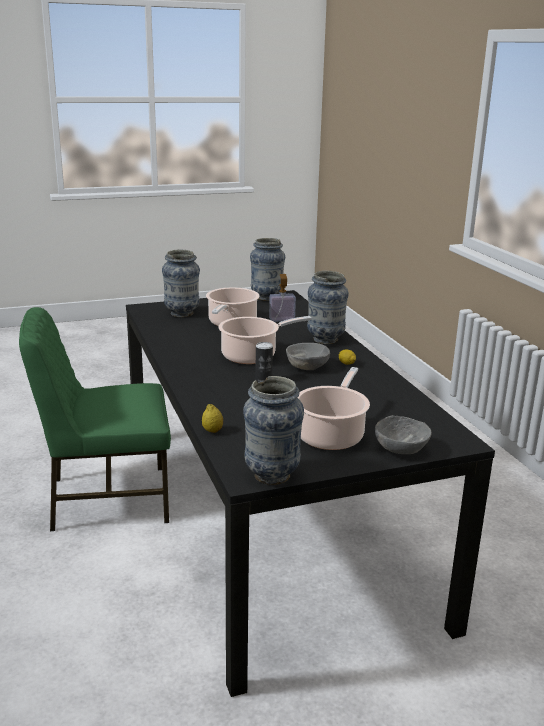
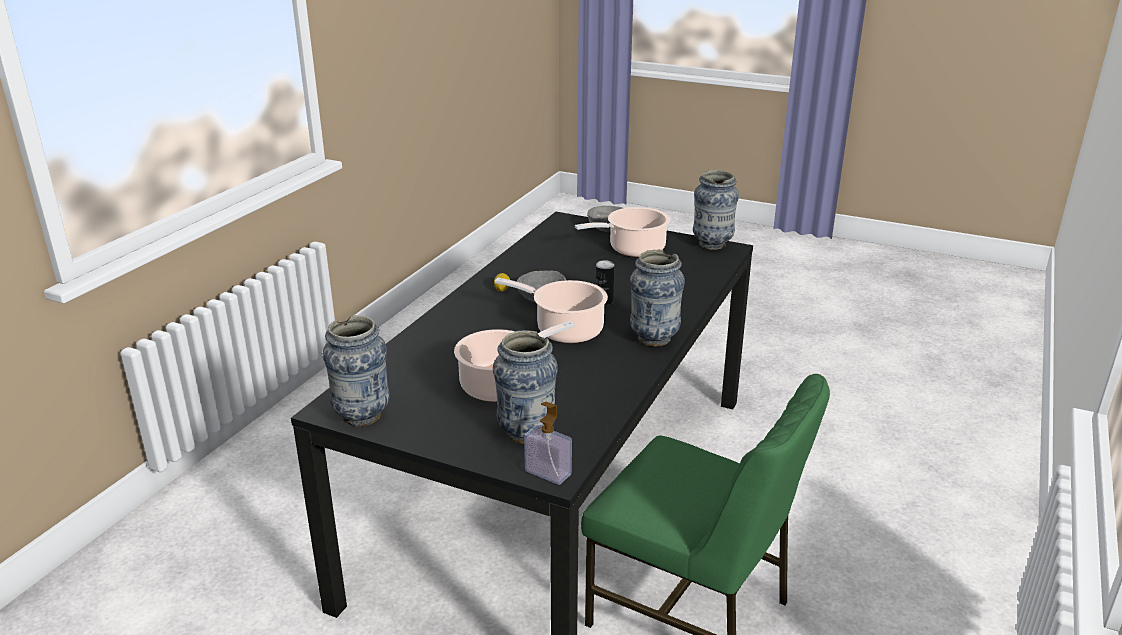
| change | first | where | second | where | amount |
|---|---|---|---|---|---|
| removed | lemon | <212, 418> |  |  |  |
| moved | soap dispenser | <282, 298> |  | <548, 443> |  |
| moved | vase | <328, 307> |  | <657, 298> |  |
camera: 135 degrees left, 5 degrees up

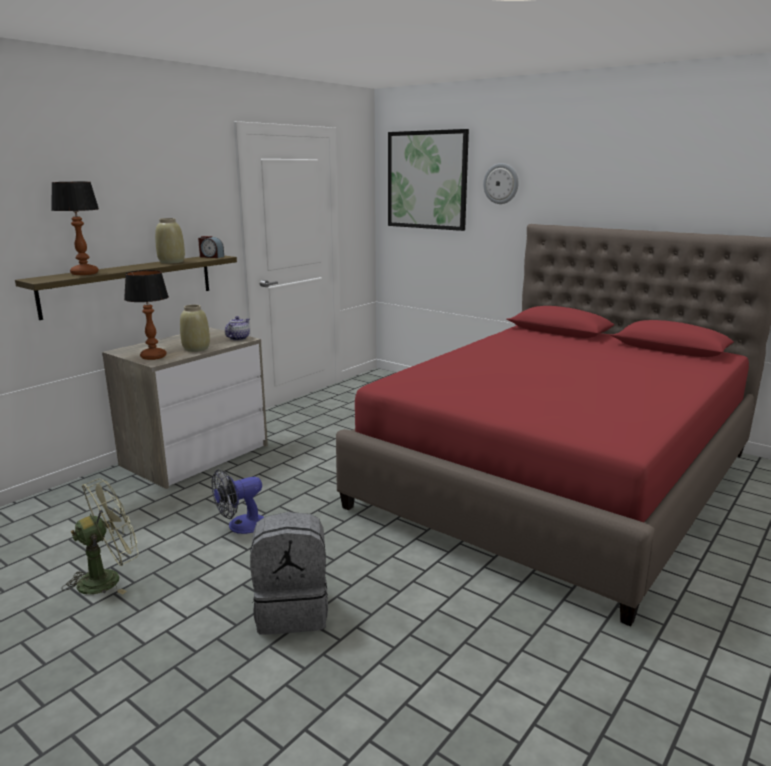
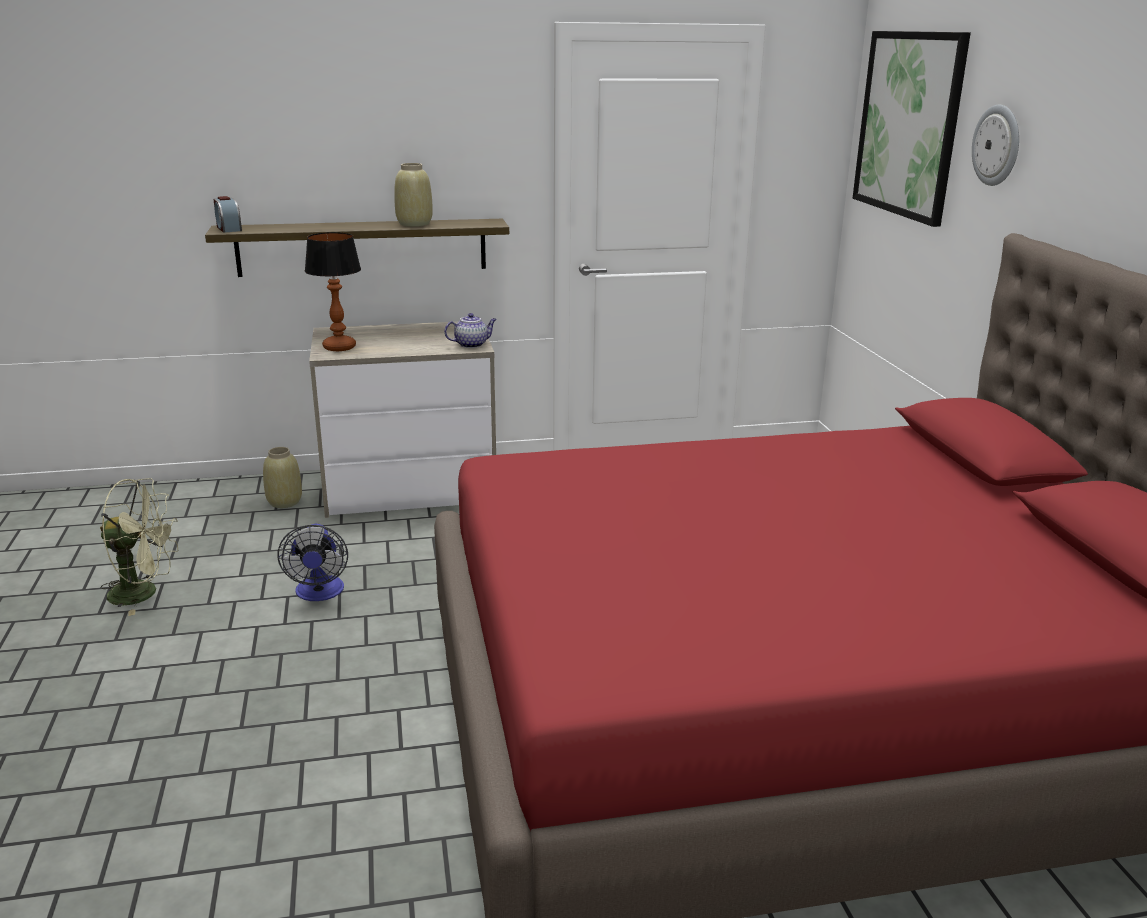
| change | first | where | second | where | amount |
|---|---|---|---|---|---|
| removed | lamp for a table | <75, 228> |  |  |  |
| removed | greyish backpack | <289, 573> |  |  |  |
| moved | beige vase | <195, 328> |  | <282, 477> |  |
| moved | bedside clock | <211, 247> |  | <227, 214> |  |
| turned | fan | <238, 501> |  | <313, 562> | 105 degrees counterclockwise |
camera: 40 degrees right, 5 degrees up

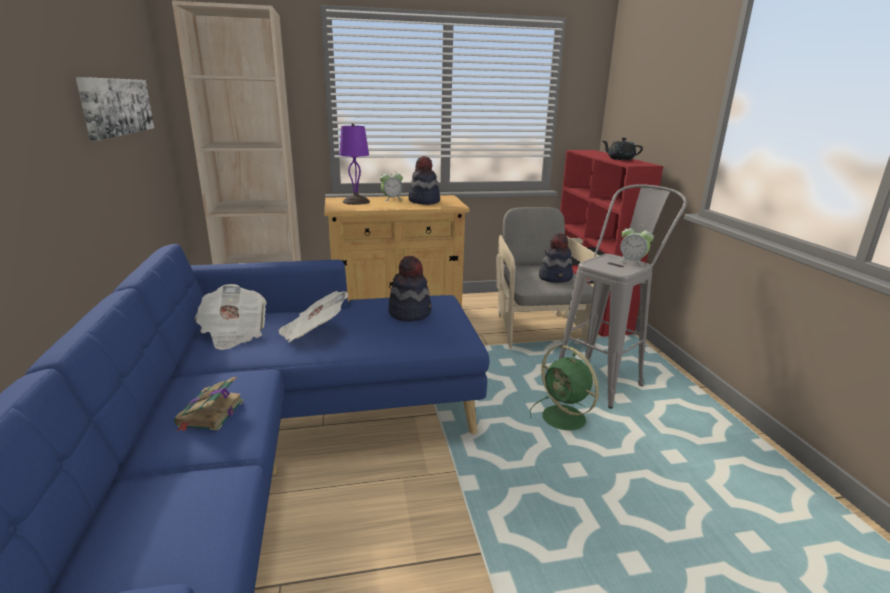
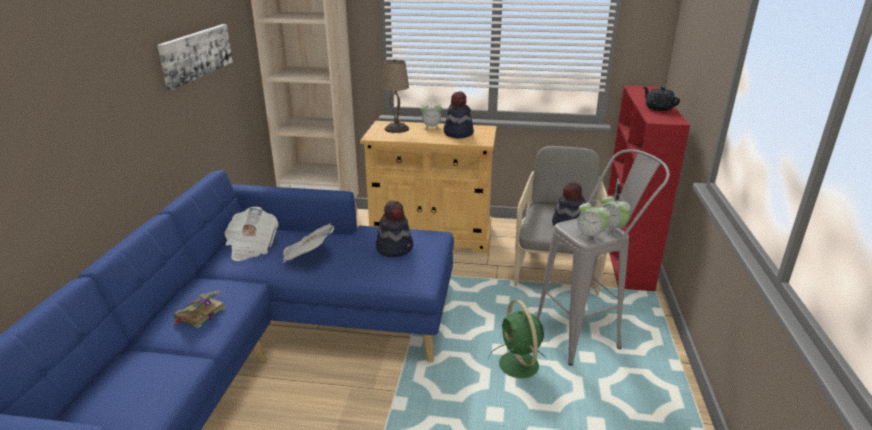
| change | first | where | second | where | amount |
|---|---|---|---|---|---|
| added |  |  | bedside clock | <592, 221> |  |
| recoloured | purplish lamp for a table | <354, 164> | beige lamp for a table | <395, 96> |  |
camera: 20 degrees right, 5 degrees up

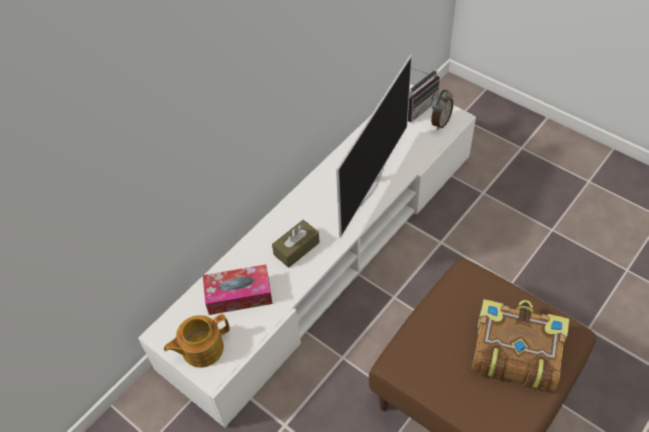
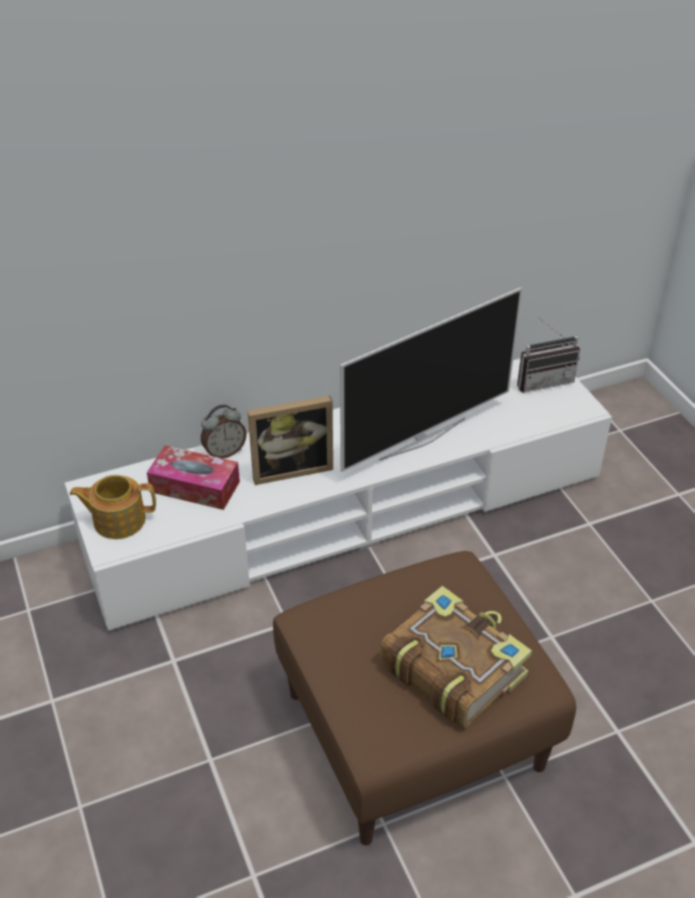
| change | first | where | second | where | amount |
|---|---|---|---|---|---|
| moved | bedside clock | <442, 110> |  | <224, 431> |  |
| replaced | brownish box of tissues | <296, 244> | picture frame | <290, 440> |  |
camera: 25 degrees right, 10 degrees down

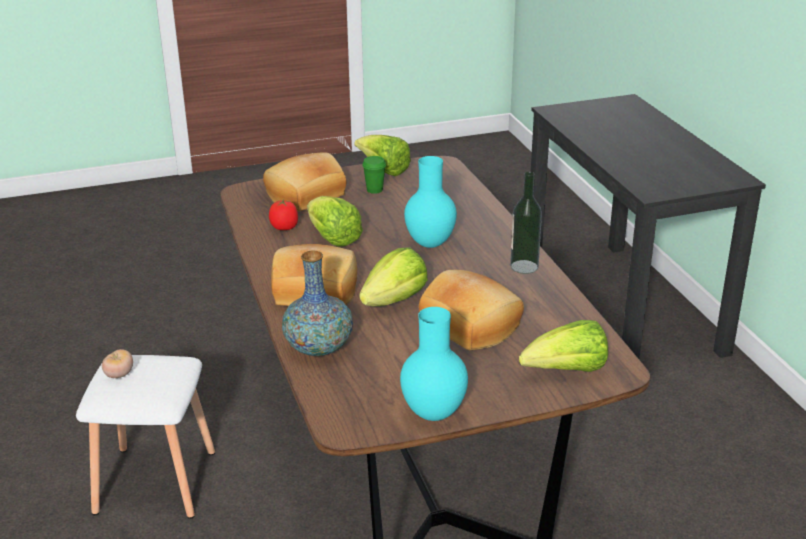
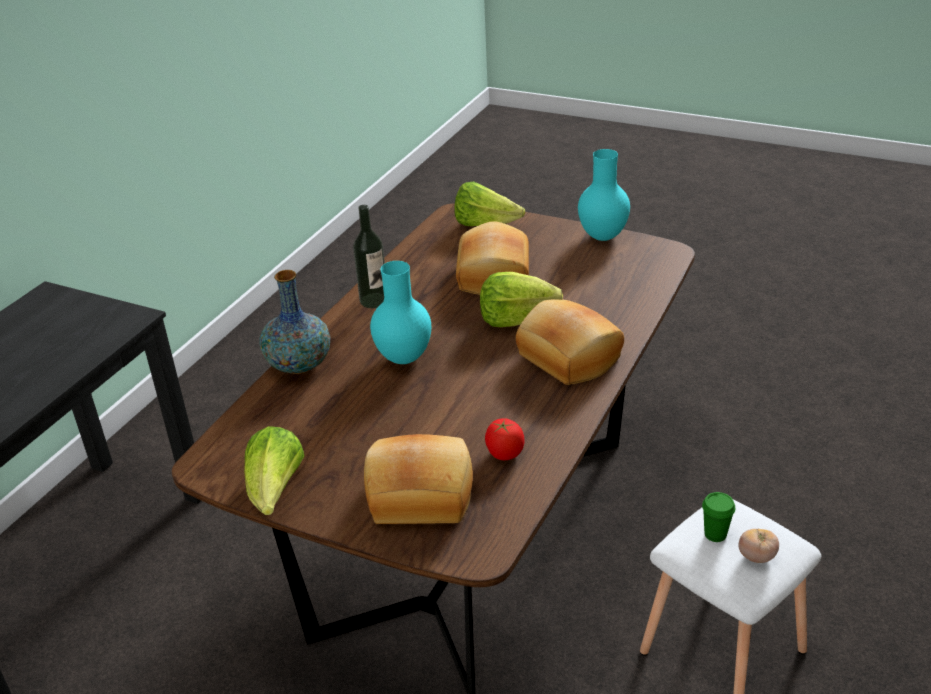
| change | first | where | second | where | amount |
|---|---|---|---|---|---|
| removed | lettuce | <335, 221> |  |  |  |
| moved | vase | <317, 303> |  | <294, 322> |  |
| moved | green drinking cup | <374, 175> |  | <718, 517> |  |
camera: 135 degrees left, 5 degrees up

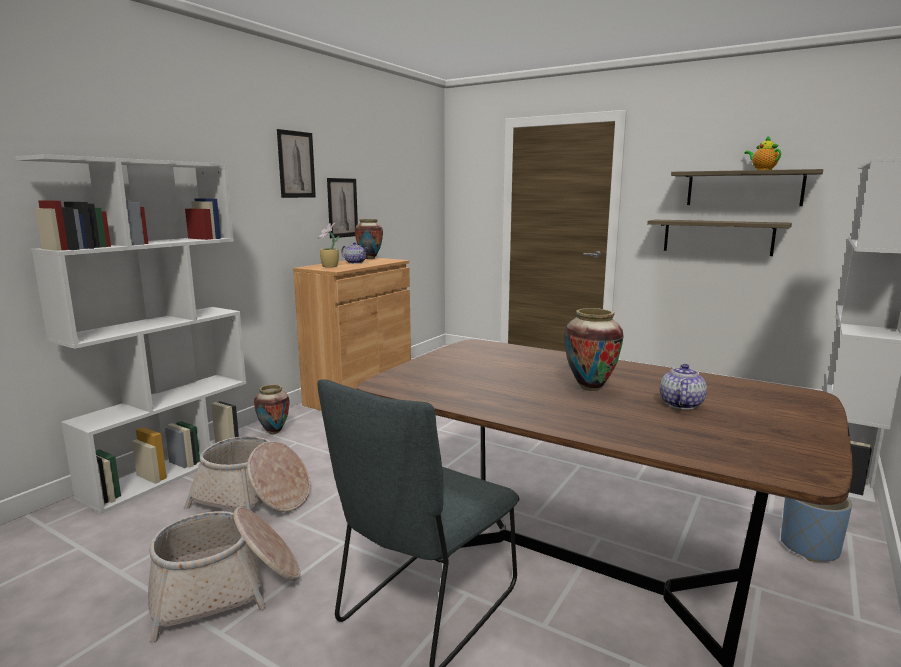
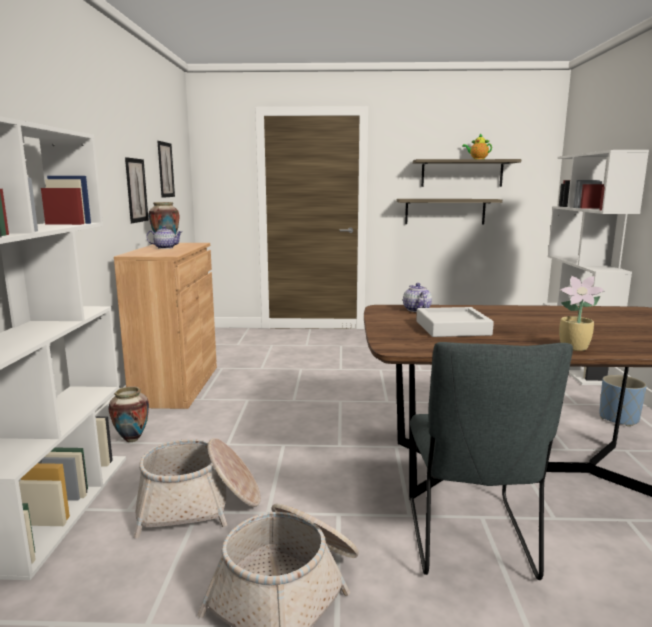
| change | first | where | second | where | amount |
|---|---|---|---|---|---|
| removed | vase | <594, 349> |  |  |  |
| added |  |  | greyish serving tray | <455, 322> |  |
| moved | wall art | <296, 163> |  | <166, 169> |  |
| moved | potted plant | <329, 245> |  | <582, 313> |  |
| moved | pot for tea | <683, 386> |  | <417, 297> |  |
camera: 30 degrees left, 0 degrees up

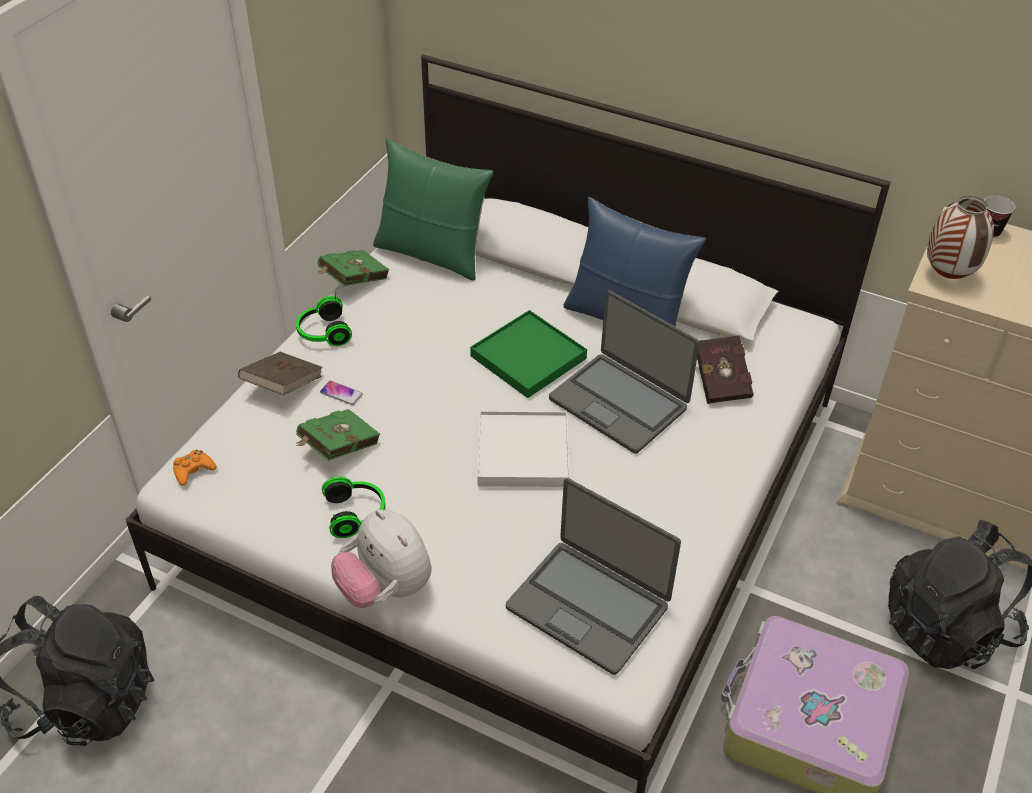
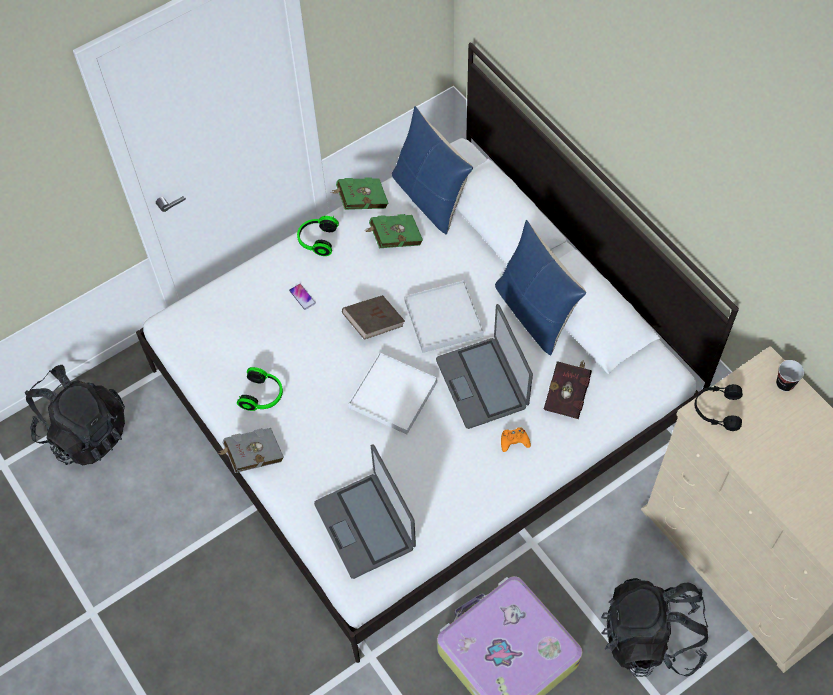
| change | first | where | second | where | amount |
|---|---|---|---|---|---|
| moved | orange-coloured game controller | <195, 468> |  | <516, 439> |  |
| moved | brownish volume | <280, 373> |  | <373, 317> |  |
| moved | green volume | <338, 435> |  | <394, 231> |  |
| replaced | cuddly toy | <381, 558> | greyish volume | <251, 450> |  |
| replaced | vase | <960, 237> | black-coloured pair of headphones | <719, 407> |  |
| recoloured | green cushion | <433, 210> | blue cushion | <432, 170> |  |
| recoloured | green serving tray | <528, 354> | white serving tray | <444, 317> |  |
camera: 30 degrees right, 15 degrees up

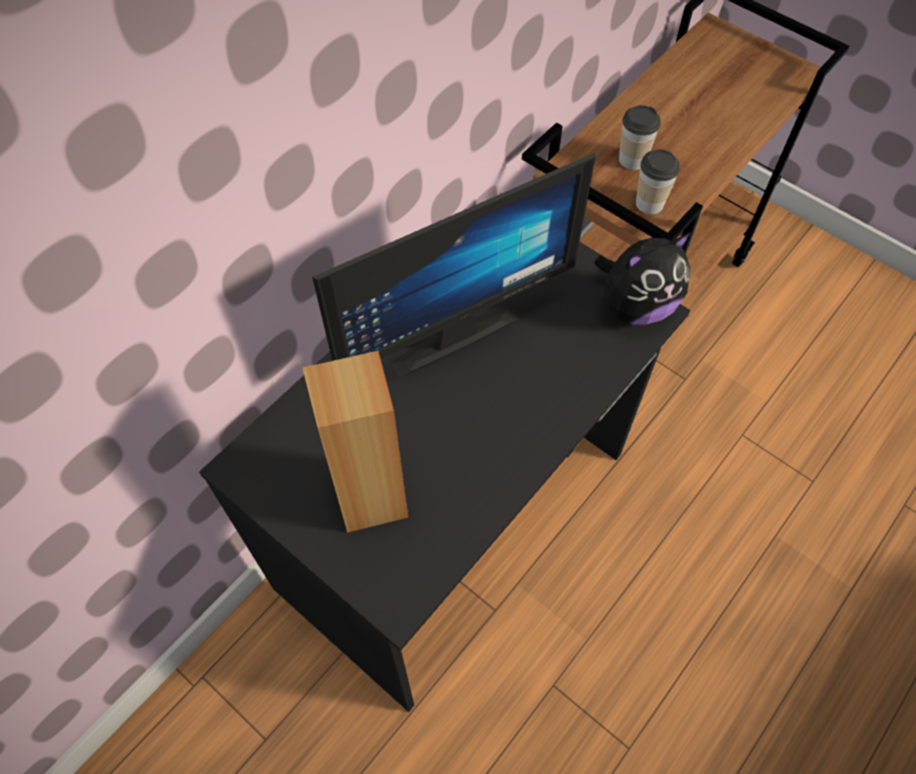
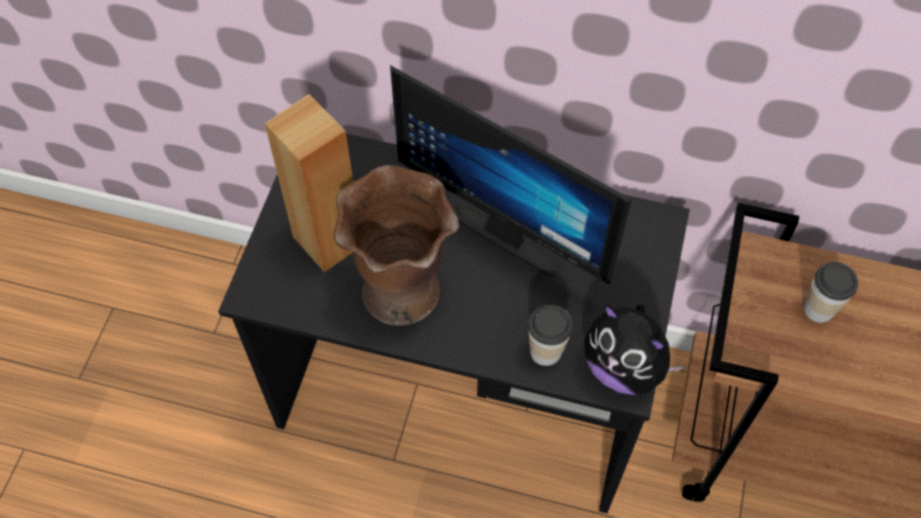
| change | first | where | second | where | amount |
|---|---|---|---|---|---|
| added |  |  | brownish vase | <396, 245> |  |
| moved | drinking cup | <658, 181> |  | <550, 335> |  |
camera: 65 degrees right, 0 degrees up

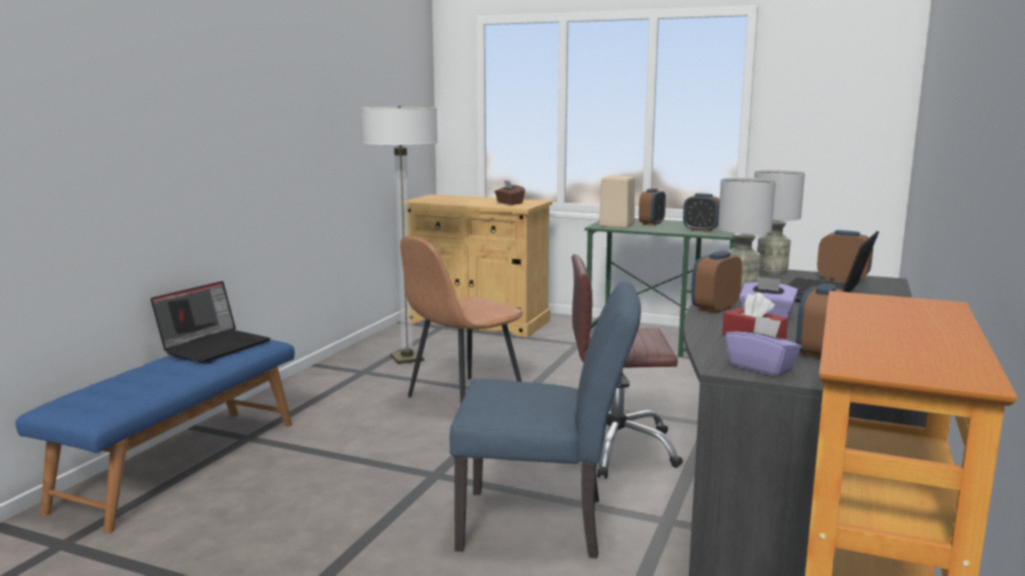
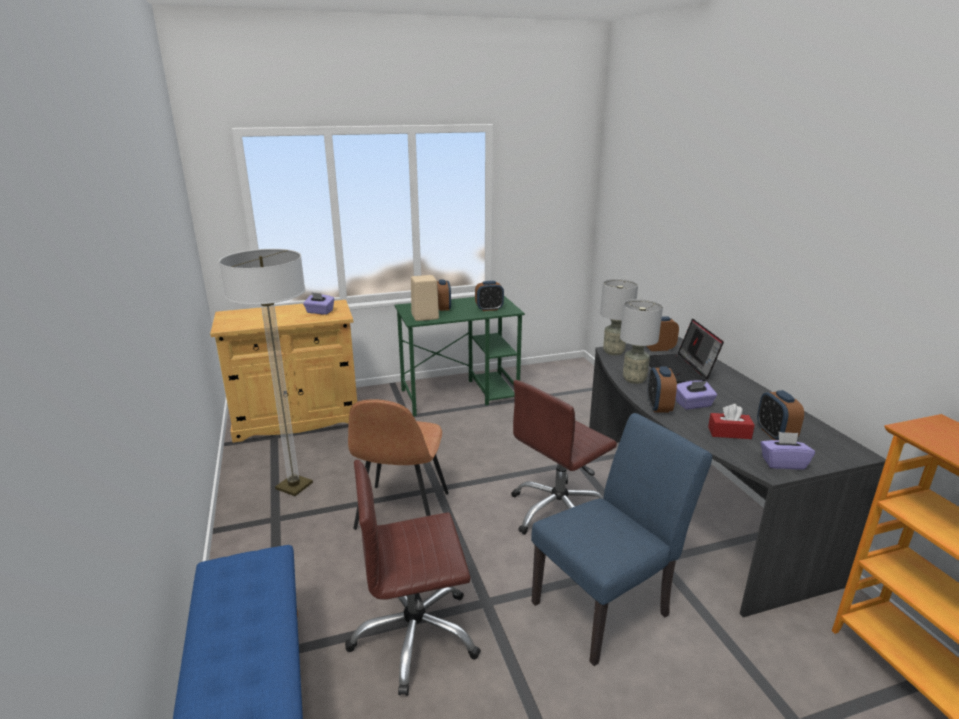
| change | first | where | second | where | amount |
|---|---|---|---|---|---|
| removed | laptop | <211, 322> |  |  |  |
| added |  |  | brownish desk chair | <413, 578> |  |
| recoloured | brownish box of tissues | <510, 192> | purplish box of tissues | <318, 303> |  |
camera: 40 degrees left, 10 degrees up

